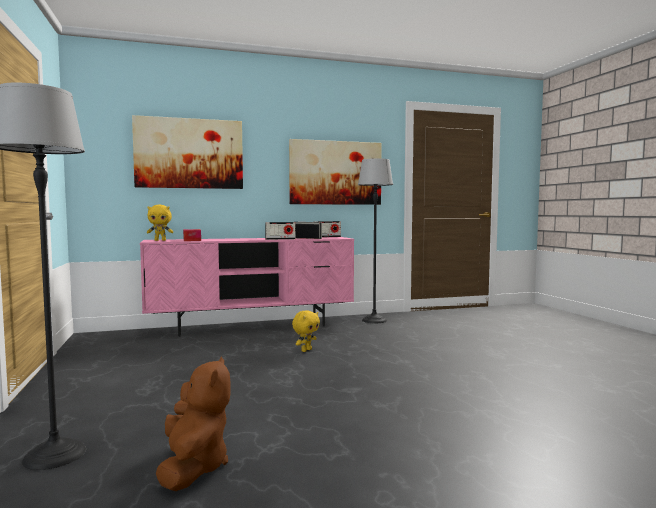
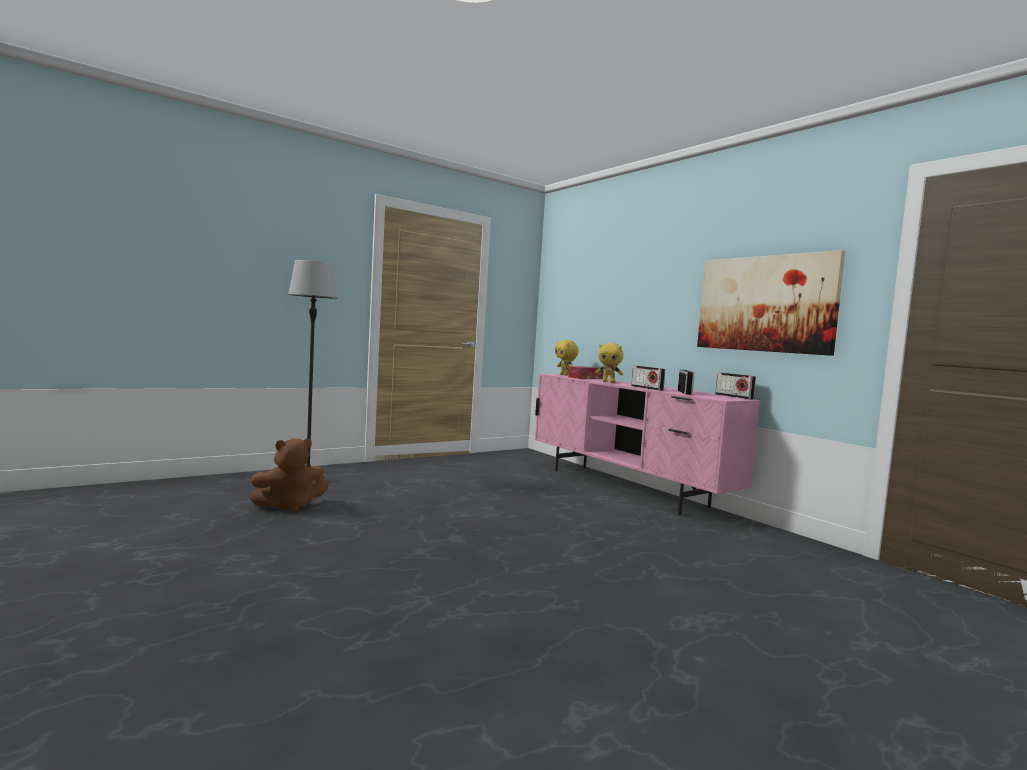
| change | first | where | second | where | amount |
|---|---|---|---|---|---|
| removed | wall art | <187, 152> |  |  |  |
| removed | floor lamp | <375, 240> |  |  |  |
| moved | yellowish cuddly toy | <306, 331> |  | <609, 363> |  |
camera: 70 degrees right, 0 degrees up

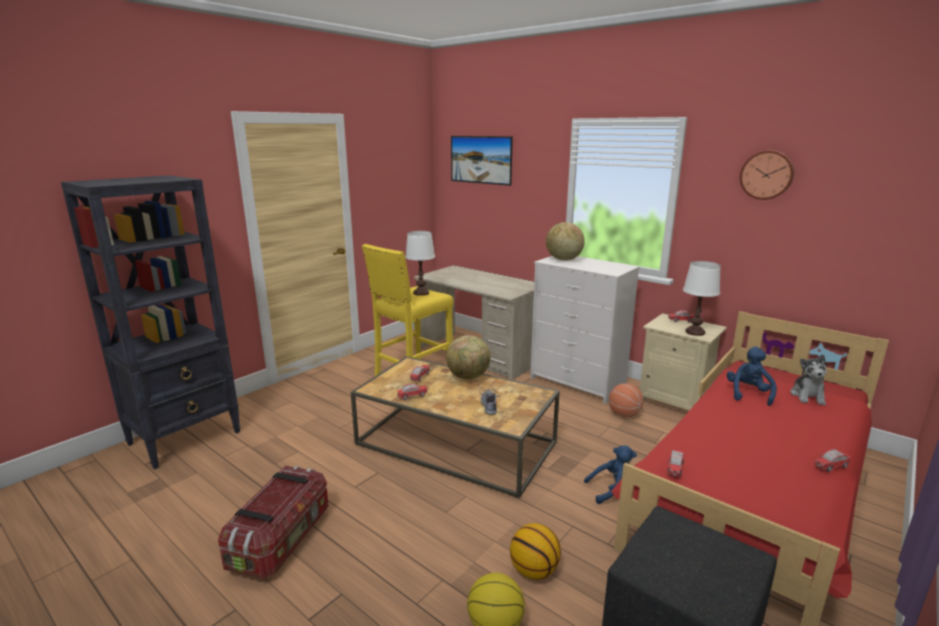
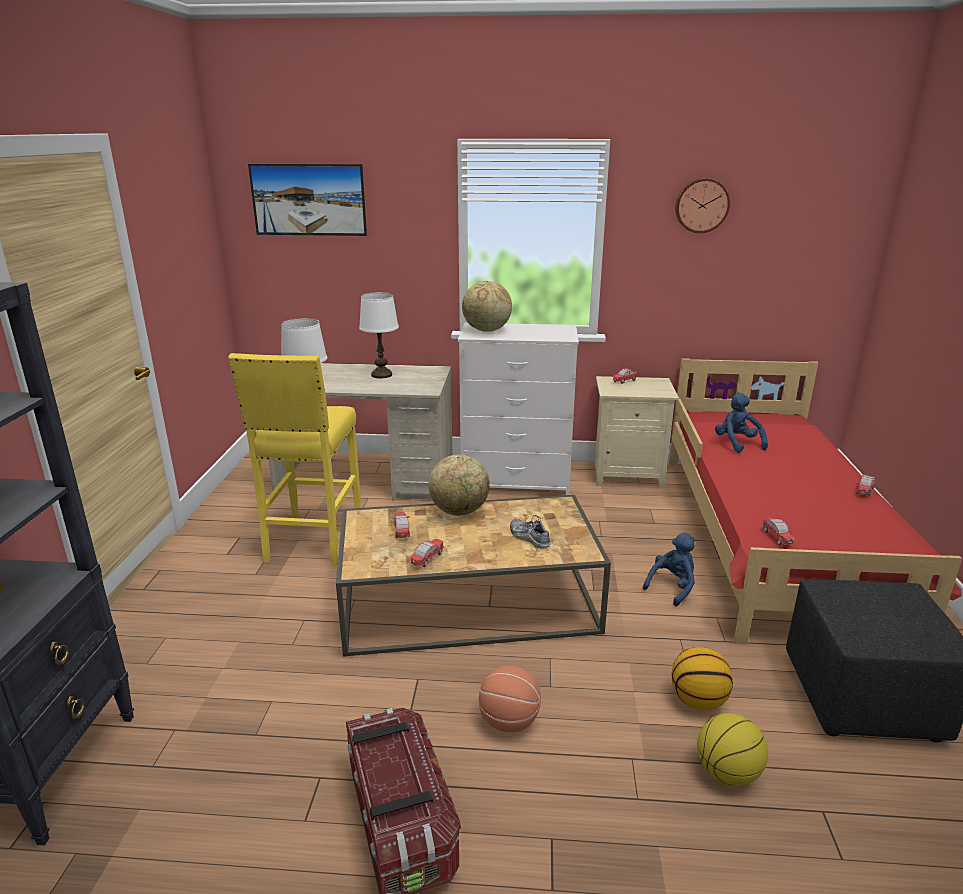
| change | first | where | second | where | amount |
|---|---|---|---|---|---|
| removed | cuddly toy | <808, 379> |  |  |  |
| moved | basketball | <626, 400> |  | <510, 698> |  |
| moved | white lamp for a table | <702, 298> |  | <379, 335> |  |
camera: 35 degrees left, 5 degrees up

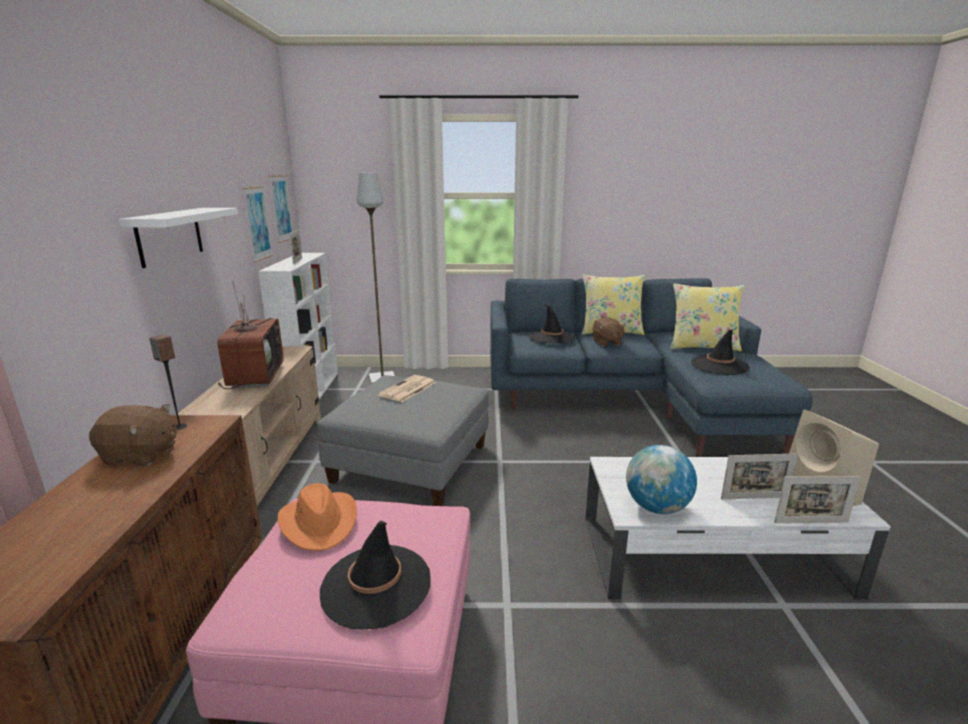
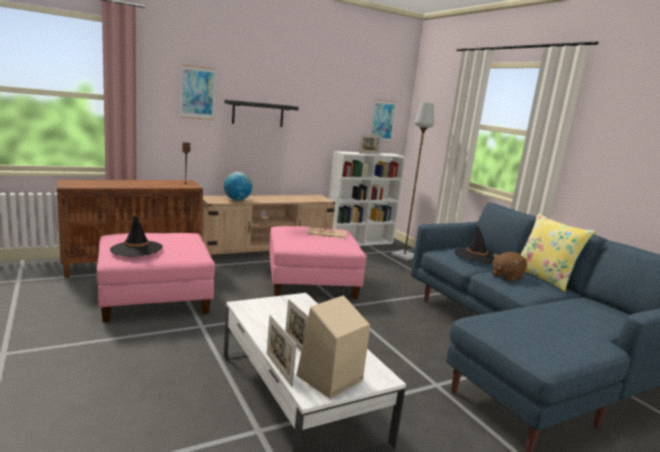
| change | first | where | second | where | amount |
|---|---|---|---|---|---|
| removed | brownish cuddly toy | <132, 435> |  |  |  |
| removed | TV | <250, 334> |  |  |  |
| removed | orange-coloured hat | <317, 517> |  |  |  |
| removed | yellowish cushion | <707, 317> |  |  |  |
| removed | black-coloured hat | <720, 352> |  |  |  |
| moved | wall art | <258, 224> |  | <198, 92> |  |
| moved | desk globe | <661, 479> |  | <238, 186> |  |
| recoloured | white bracket shelf | <178, 238> | black-coloured bracket shelf | <262, 113> |  |
| recoloured | greyish footrest | <403, 440> | pink-coloured footrest | <318, 262> |  |
camera: 60 degrees right, 5 degrees down

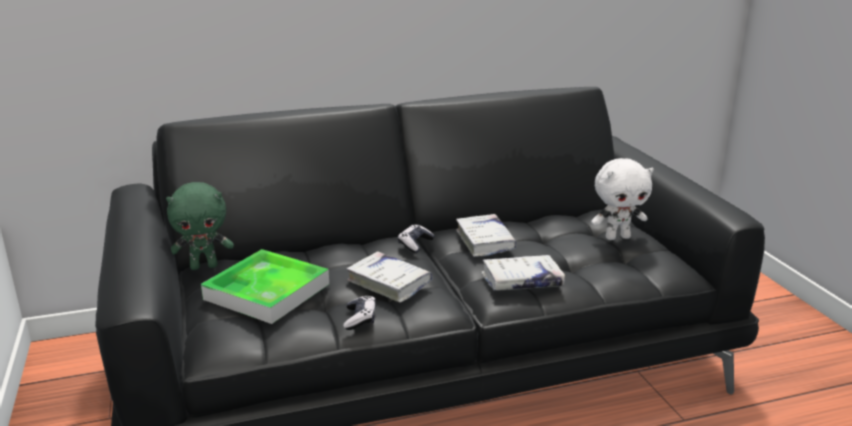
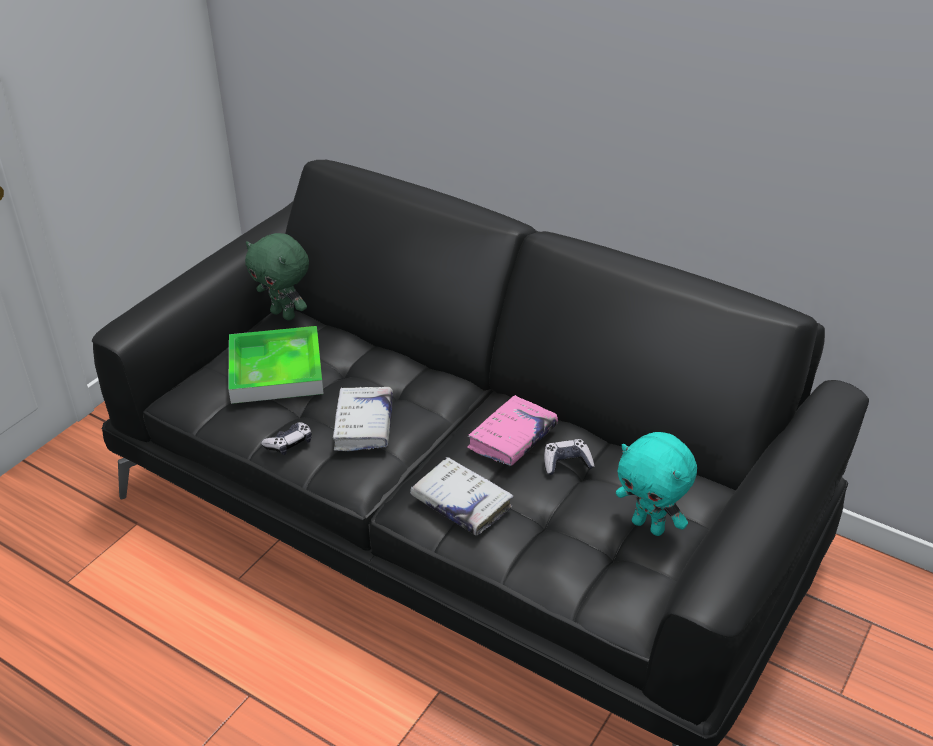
| change | first | where | second | where | amount |
|---|---|---|---|---|---|
| moved | game controller | <416, 238> |  | <569, 457> |  |
| recoloured | white volume | <486, 235> | pink-coloured volume | <512, 430> |  |
| recoloured | white cuddly toy | <622, 199> | blue-green cuddly toy | <656, 484> |  |
camera: 50 degrees right, 15 degrees up

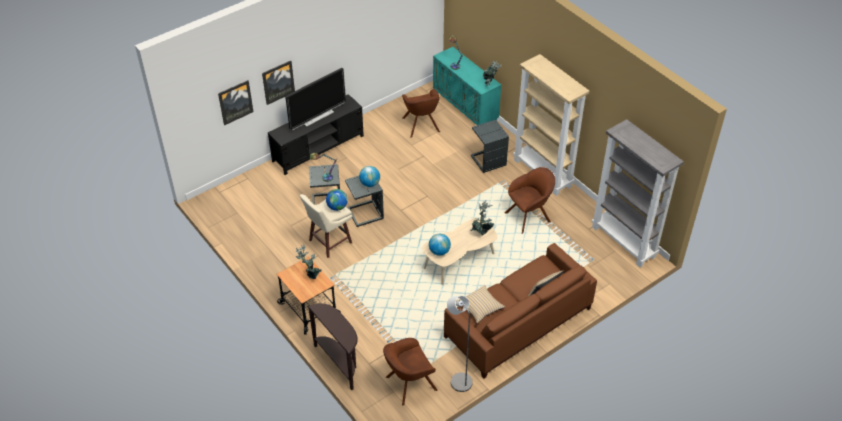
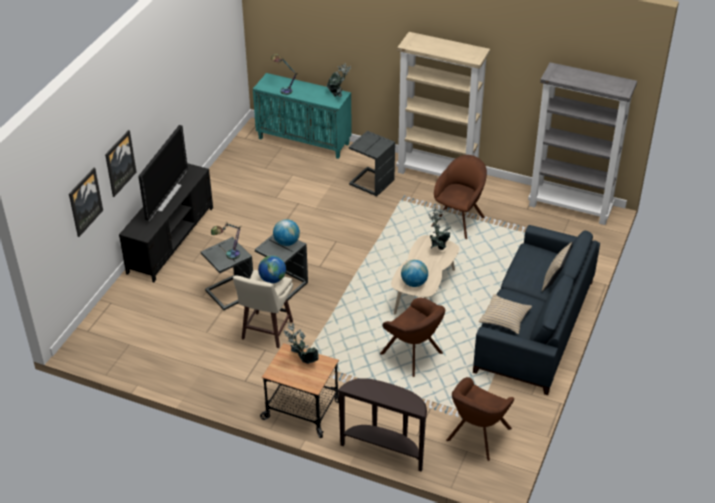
| change | first | where | second | where | amount |
|---|---|---|---|---|---|
| removed | greyish floor lamp | <460, 344> |  |  |  |
| moved | brownish armchair | <421, 113> |  | <412, 337> |  |
| recoloured | brownish settee | <520, 311> | blue settee | <536, 310> |  |
camera: 30 degrees left, 5 degrees down

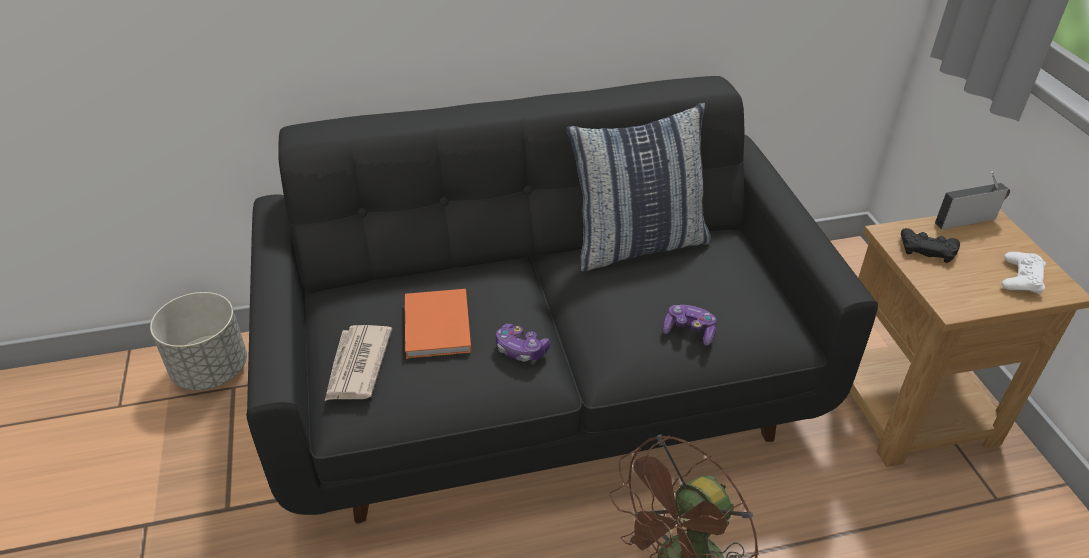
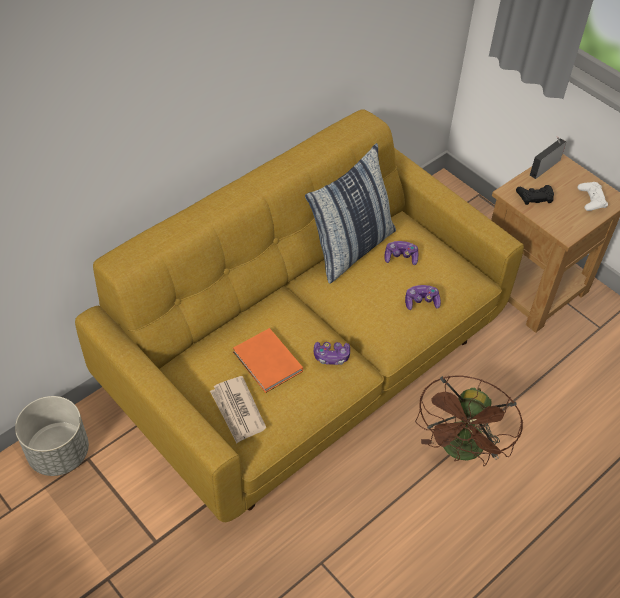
| change | first | where | second | where | amount |
|---|---|---|---|---|---|
| added |  |  | game controller | <401, 253> |  |
| recoloured | black-coloured settee | <562, 300> | yellowish settee | <299, 315> |  |
camera: 30 degrees left, 10 degrees up

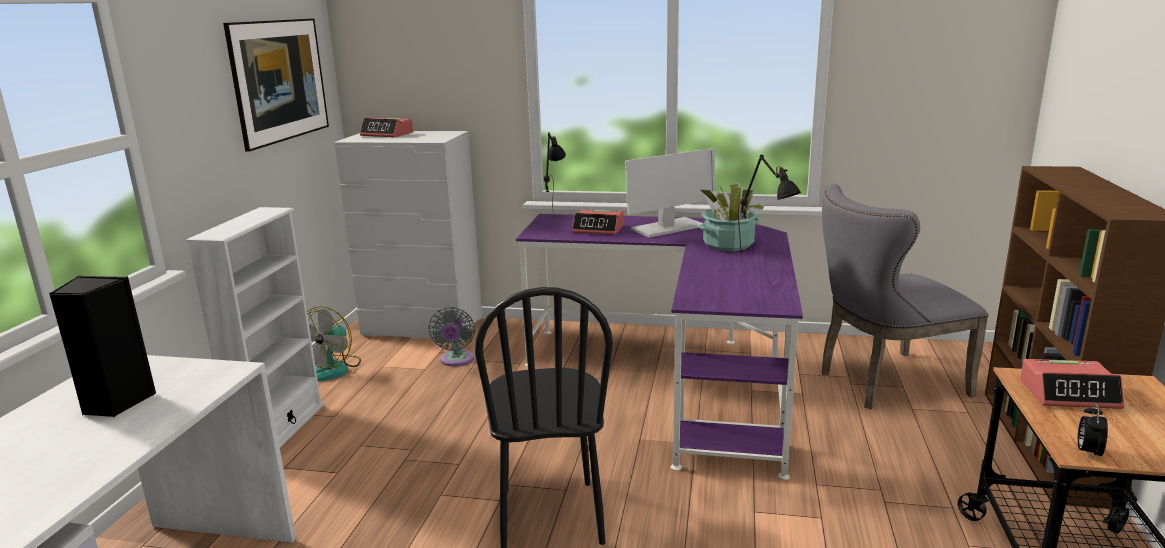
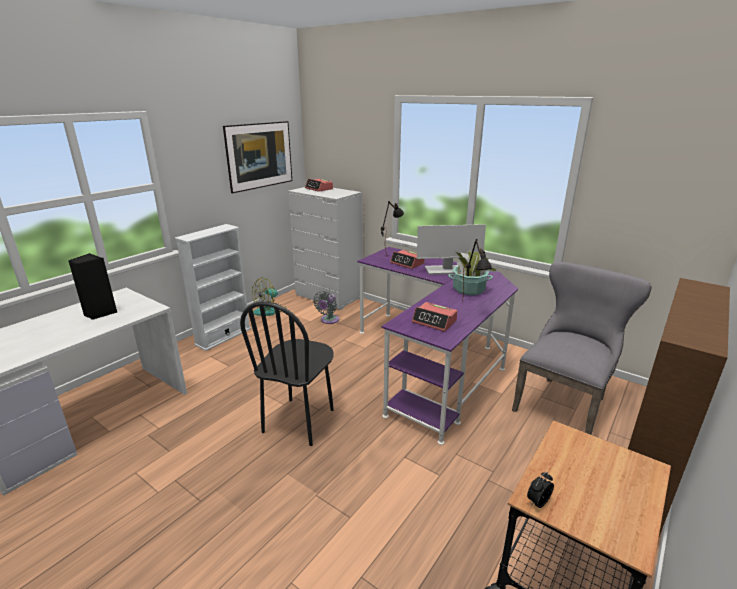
| change | first | where | second | where | amount |
|---|---|---|---|---|---|
| moved | bedside clock | <1072, 384> |  | <434, 317> |  |
| turned | greyish plain chair | <905, 296> |  | <582, 348> | 120 degrees clockwise |
camera: 25 degrees right, 5 degrees up

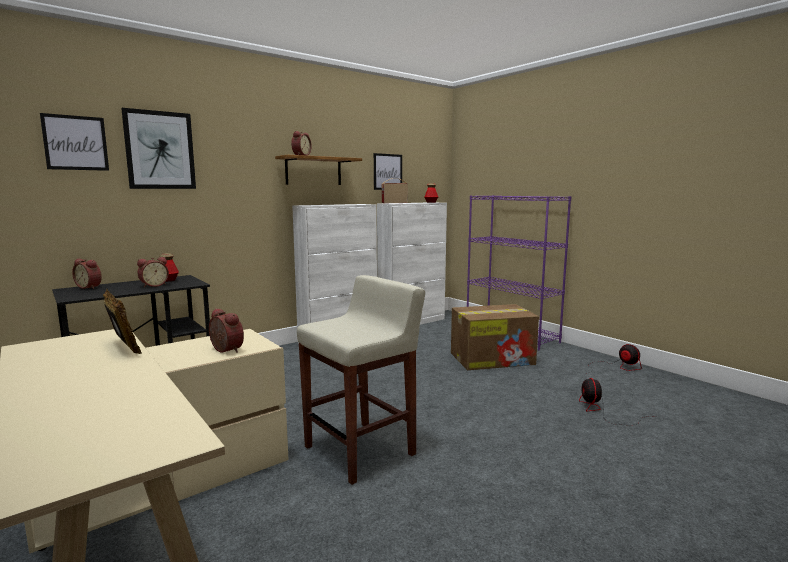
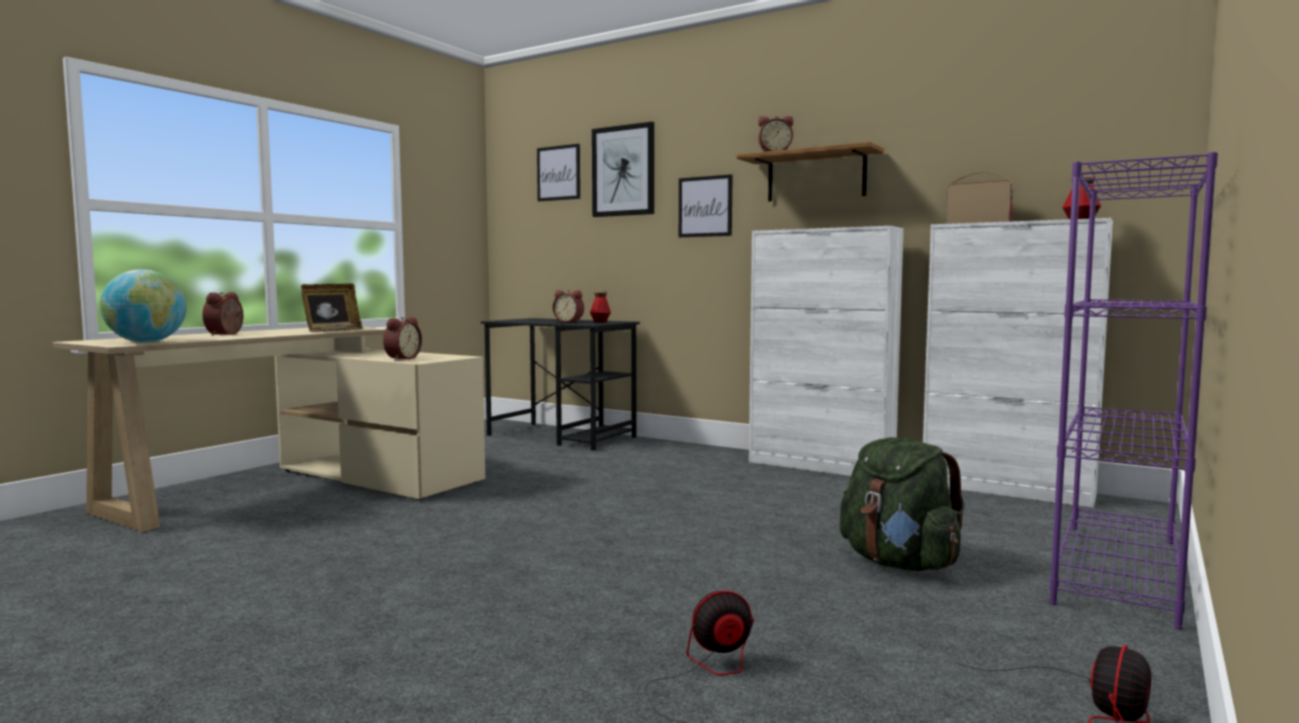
| change | first | where | second | where | amount |
|---|---|---|---|---|---|
| removed | beige sitting stool | <361, 380> |  |  |  |
| added |  |  | desk globe | <143, 306> |  |
| moved | bedside clock | <87, 274> |  | <223, 314> |  |
| moved | wall art | <388, 171> |  | <706, 205> |  |
| replaced | packing box | <495, 337> | green backpack | <902, 504> |  |
camera: 70 degrees right, 5 degrees down

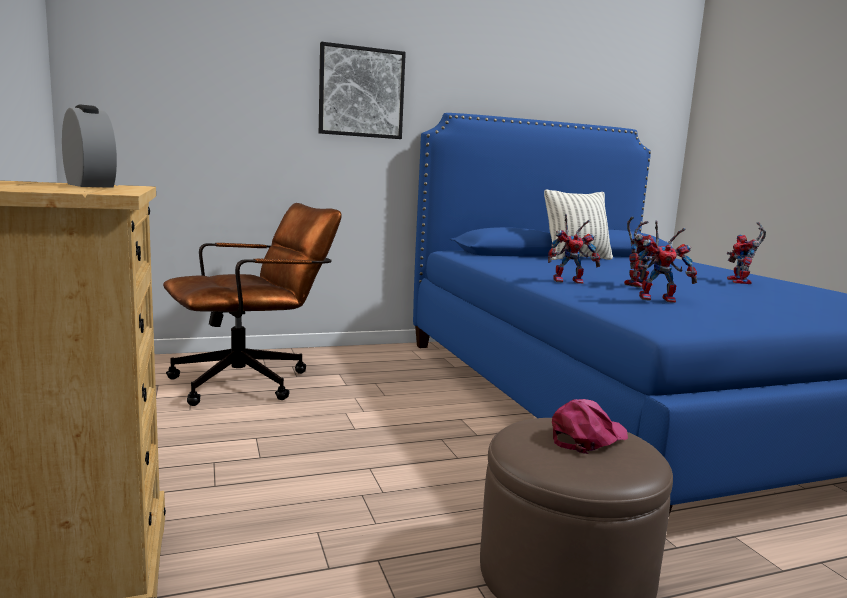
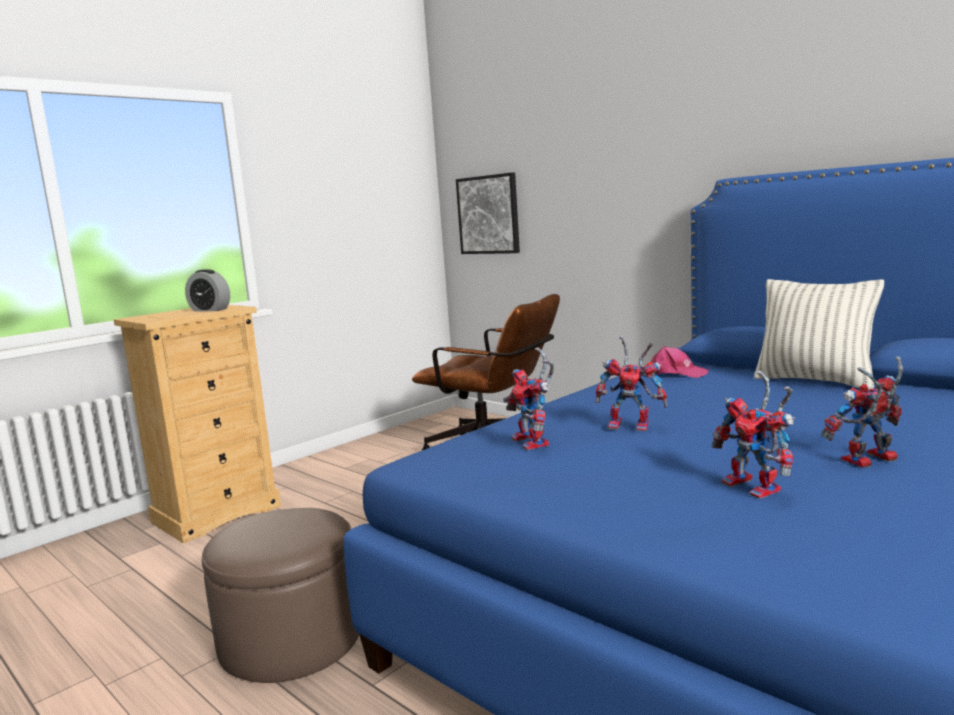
| change | first | where | second | where | amount |
|---|---|---|---|---|---|
| moved | wall art | <362, 90> |  | <488, 213> |  |
| moved | toy robot | <574, 249> |  | <753, 434> |  |
| moved | pink-coloured baseball cap | <590, 426> |  | <680, 362> |  |
| turned | bedside clock | <89, 146> |  | <207, 290> | 90 degrees clockwise |
camera: 65 degrees right, 0 degrees up

